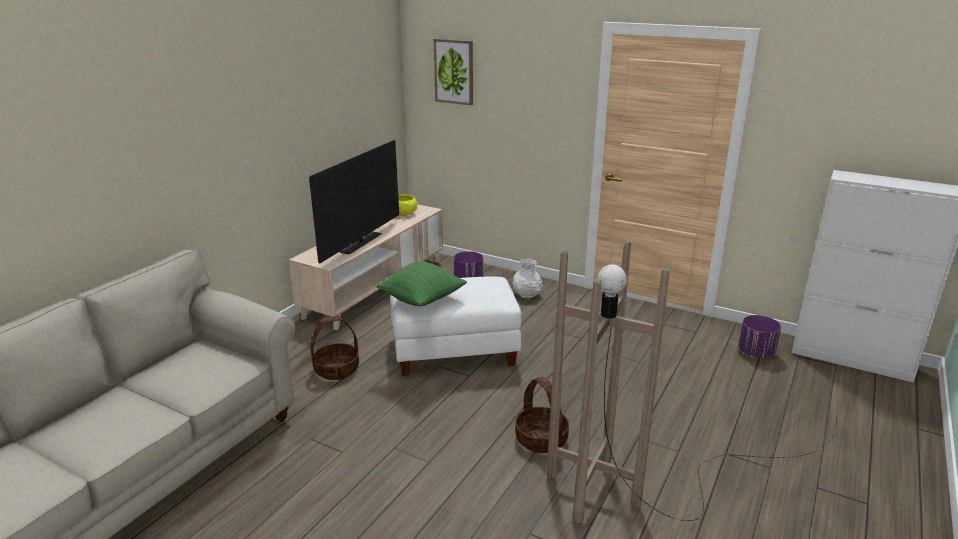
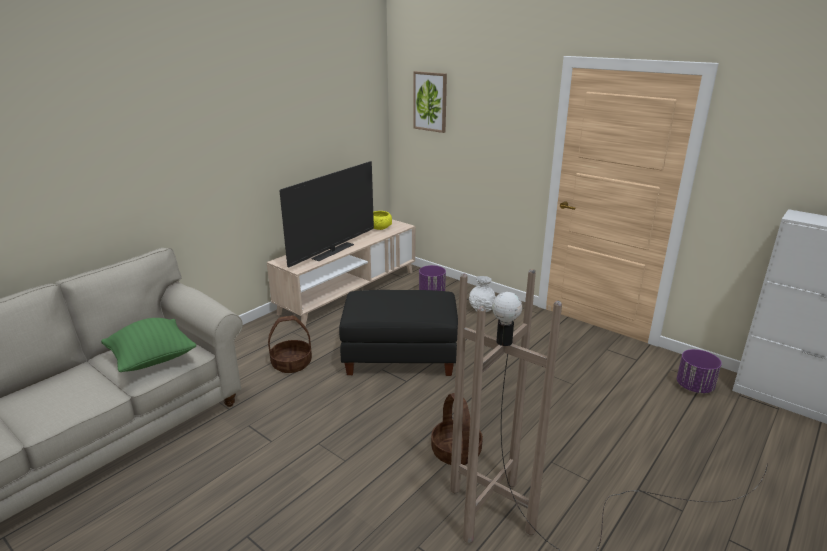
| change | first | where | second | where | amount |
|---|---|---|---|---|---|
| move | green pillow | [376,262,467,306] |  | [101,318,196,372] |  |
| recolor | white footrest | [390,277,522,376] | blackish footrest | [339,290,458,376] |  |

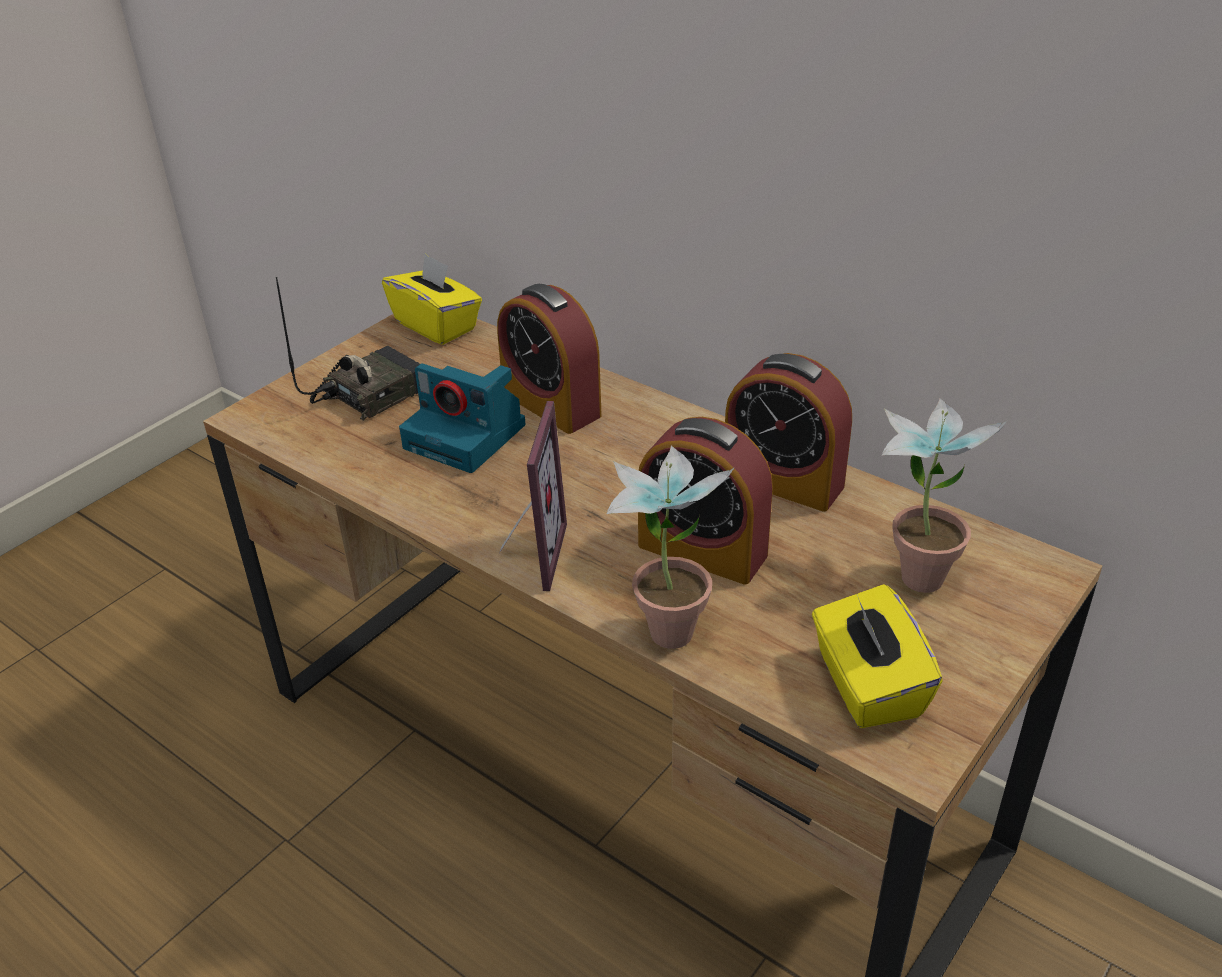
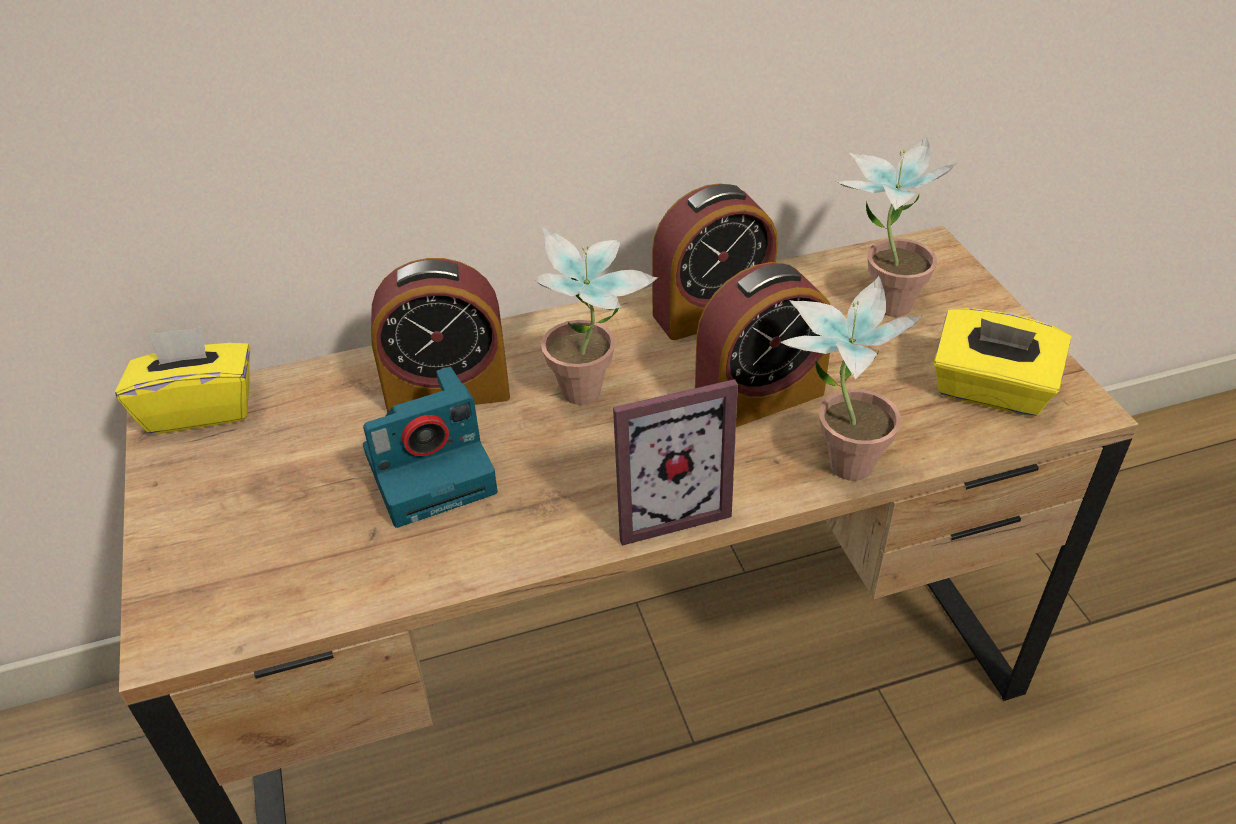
| change | first | where | second | where | amount |
|---|---|---|---|---|---|
| delete | radio set | [276,277,420,421] |  |  |  |
| rotate | picture frame | [500,401,567,591] |  | [613,379,738,546] | 120 degrees clockwise |
| insert |  |  | houseplant | [535,227,658,405] |  |

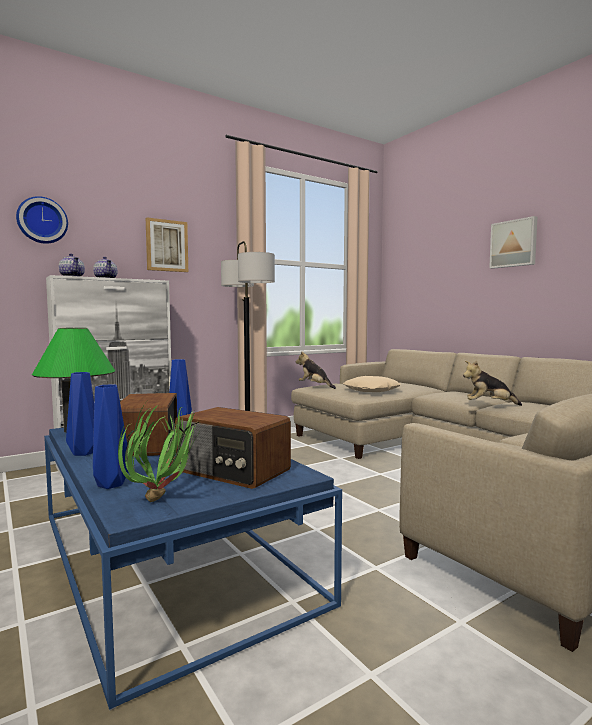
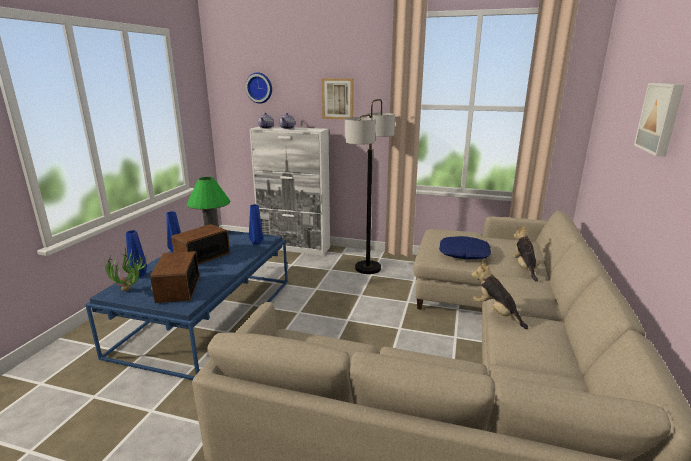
| change | first | where | second | where | amount |
|---|---|---|---|---|---|
| move | cuddly toy | [296,352,336,389] |  | [512,226,541,282] |  |
| recolor | sand-coloured pillow | [343,376,401,392] | blue-coloured pillow | [439,236,491,259] |  |

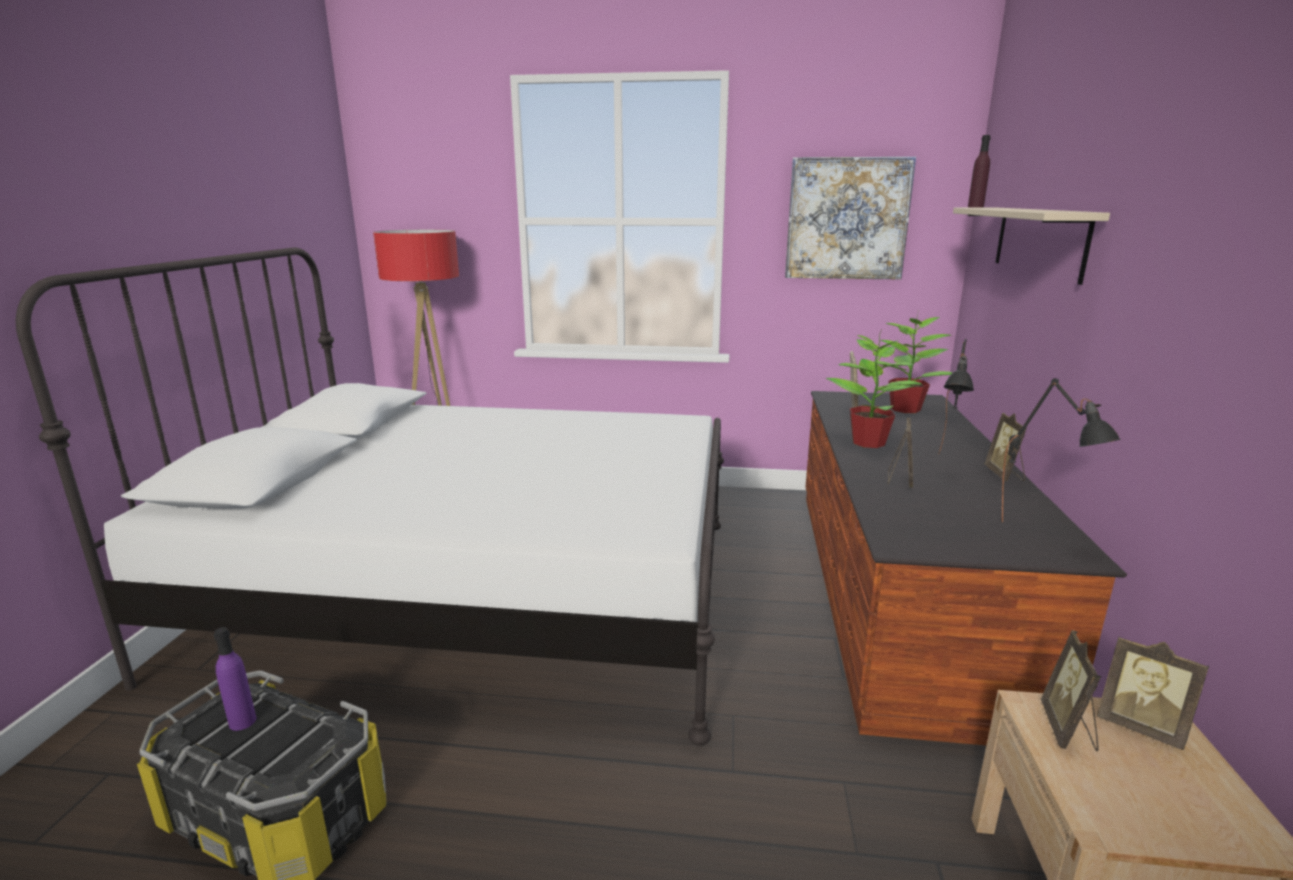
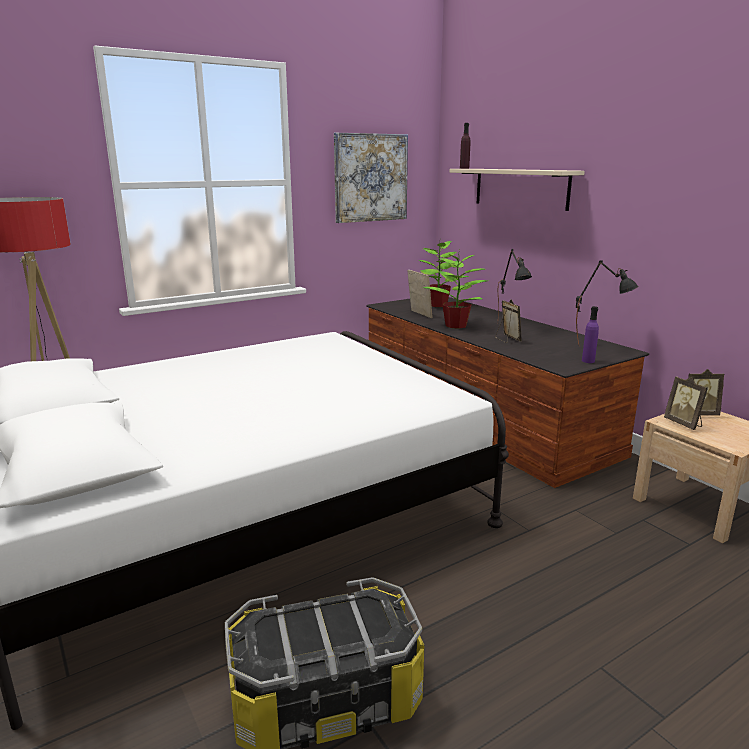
| change | first | where | second | where | amount |
|---|---|---|---|---|---|
| move | purple-coloured drink bottle | [214,627,256,731] |  | [582,306,599,363] |  |
| delete | picture frame | [985,413,1027,481] |  |  |  |

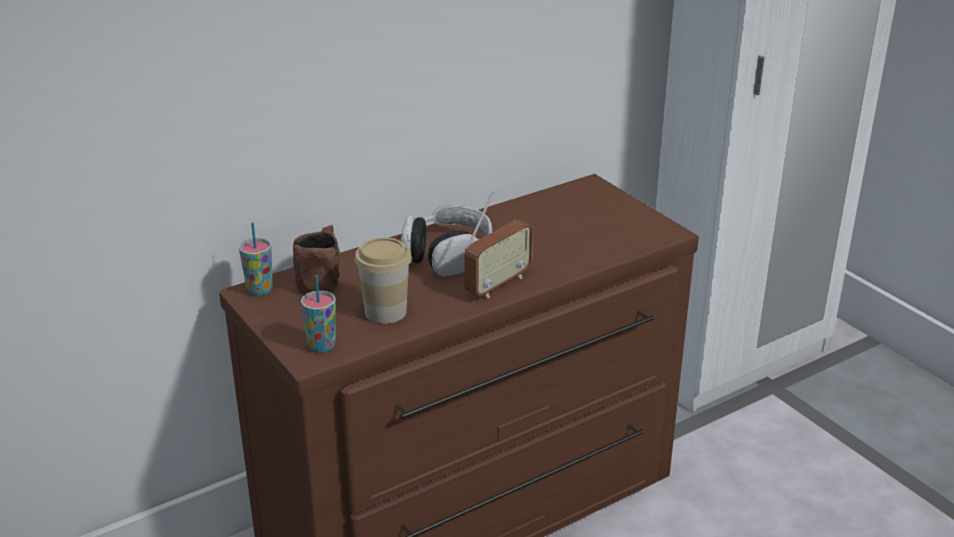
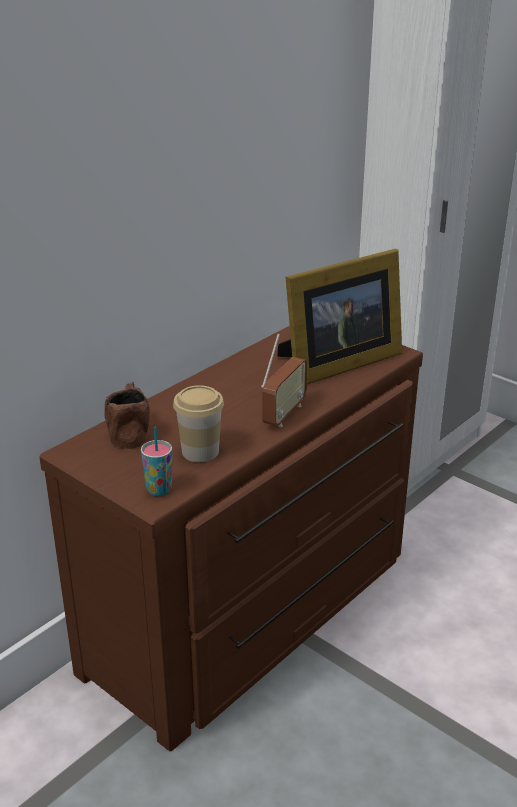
| change | first | where | second | where | amount |
|---|---|---|---|---|---|
| delete | cup | [239,222,273,296] |  |  |  |
| delete | headset | [401,205,492,276] |  |  |  |
| insert |  |  | picture frame | [277,249,402,384] |  |

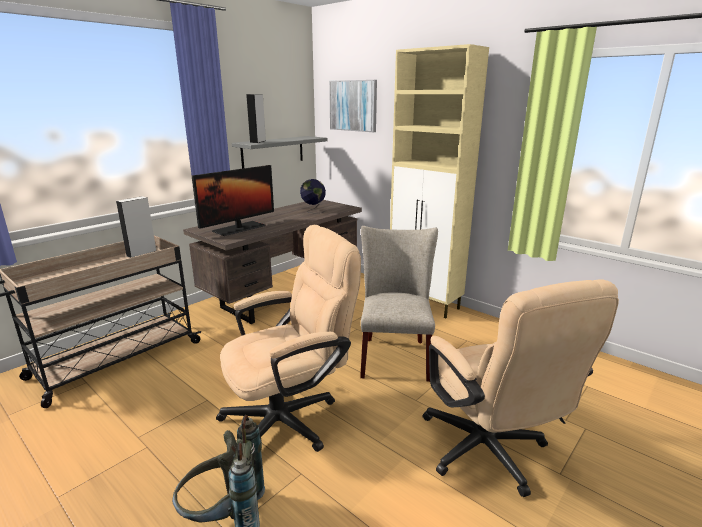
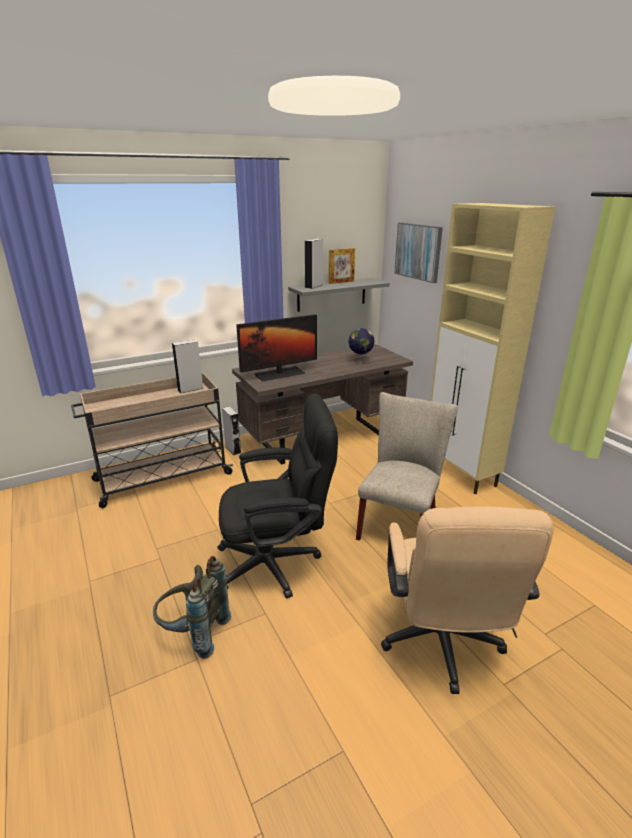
| change | first | where | second | where | amount |
|---|---|---|---|---|---|
| recolor | sand-coloured office chair | [216,225,361,452] | blackish office chair | [217,394,338,598] |  |
| insert |  |  | greyish audio speaker | [222,406,241,455] |  |
| insert |  |  | picture frame | [329,248,355,284] |  |

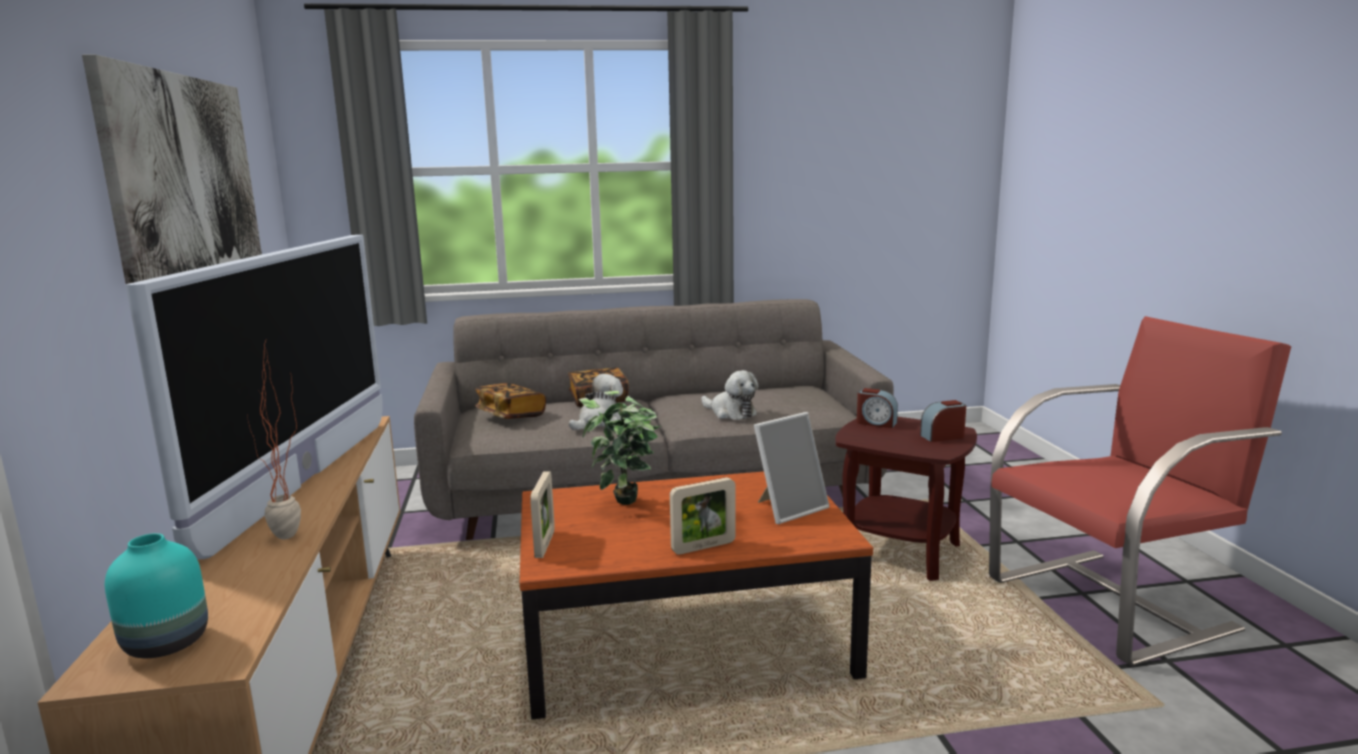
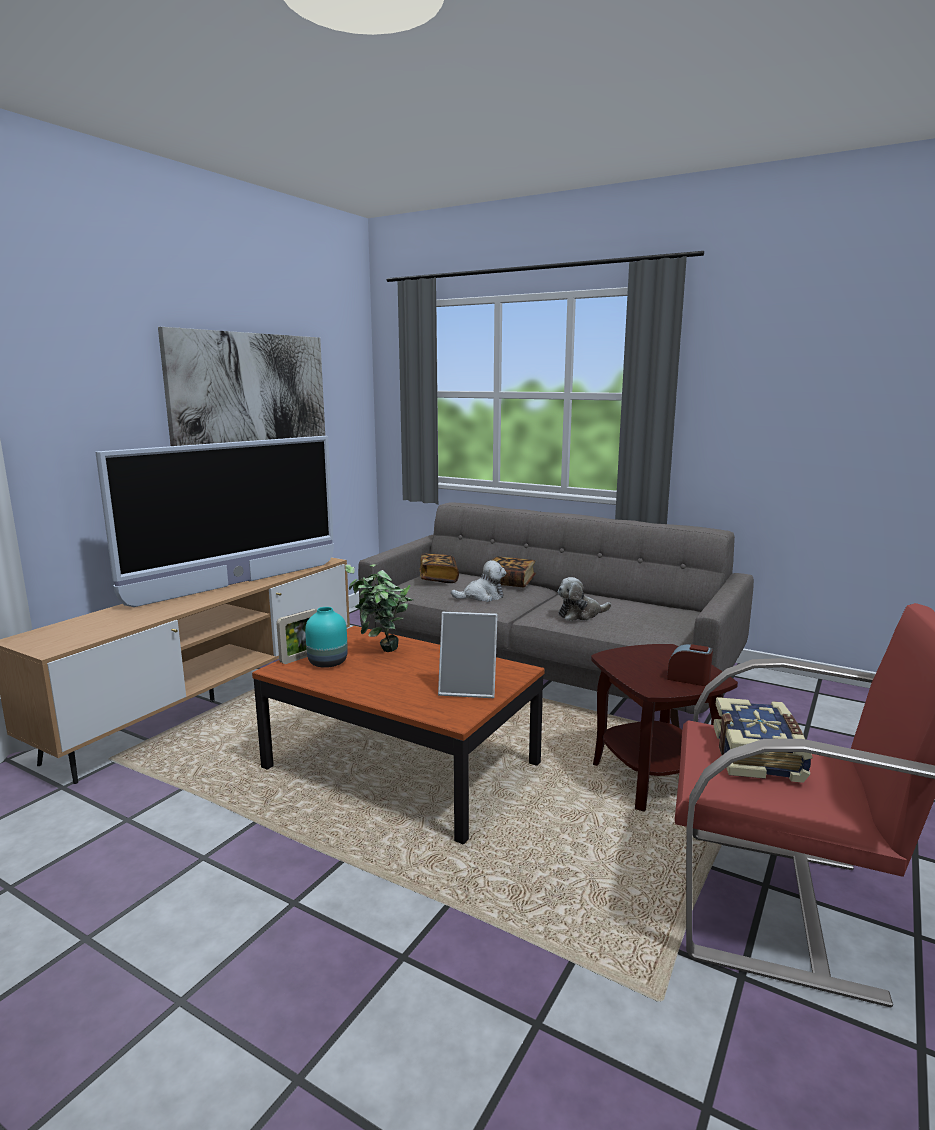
| change | first | where | second | where | amount |
|---|---|---|---|---|---|
| move | blue-green flower vase | [105,533,208,658] |  | [305,607,348,668] |  |
| delete | houseplant | [247,341,301,539] |  |  |  |
| delete | picture frame | [670,477,736,555] |  |  |  |
| rotate | cuddly toy | [701,370,759,420] |  | [557,577,611,621] | 75 degrees clockwise |
| delete | alarm clock | [857,388,898,428] |  |  |  |
| insert |  |  | volume | [713,697,813,783] |  |

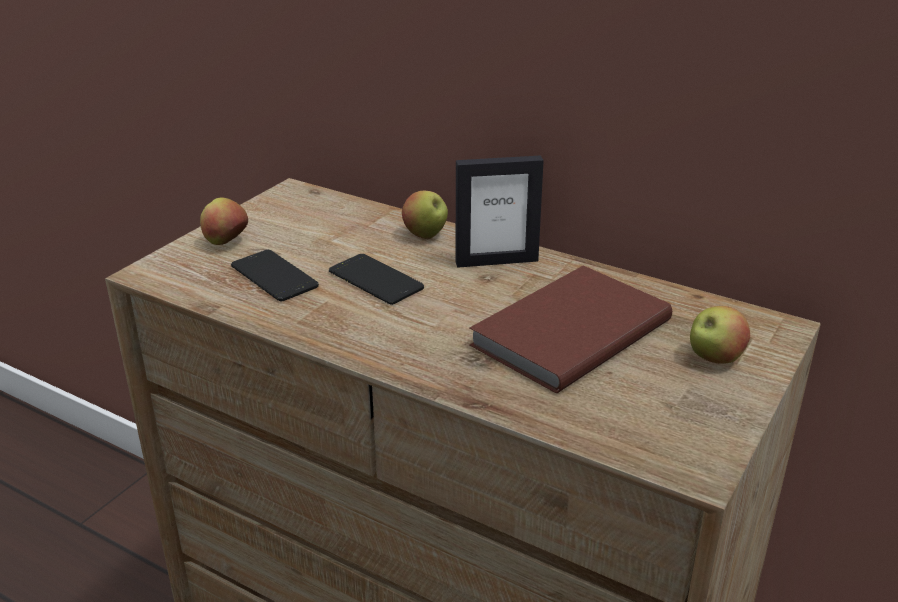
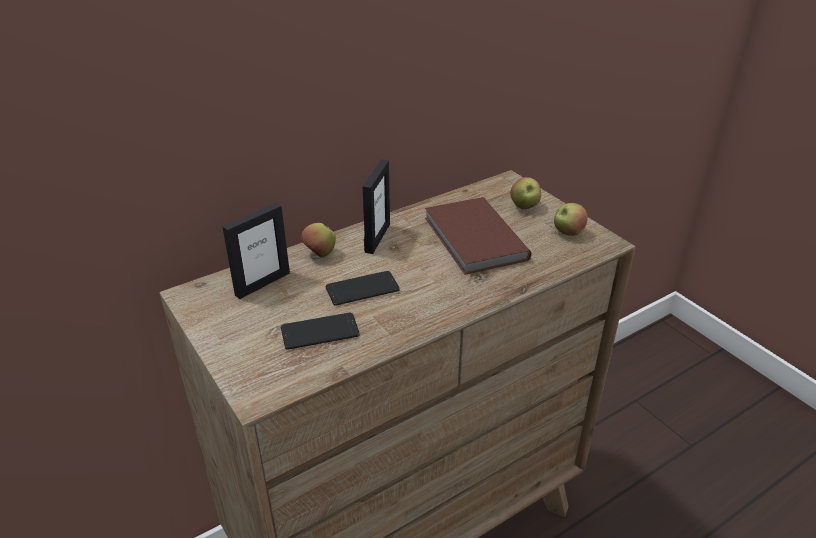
| change | first | where | second | where | amount |
|---|---|---|---|---|---|
| move | apple | [200,198,248,245] |  | [554,203,588,236] |  |
| insert |  |  | picture frame | [222,203,290,299] |  |

